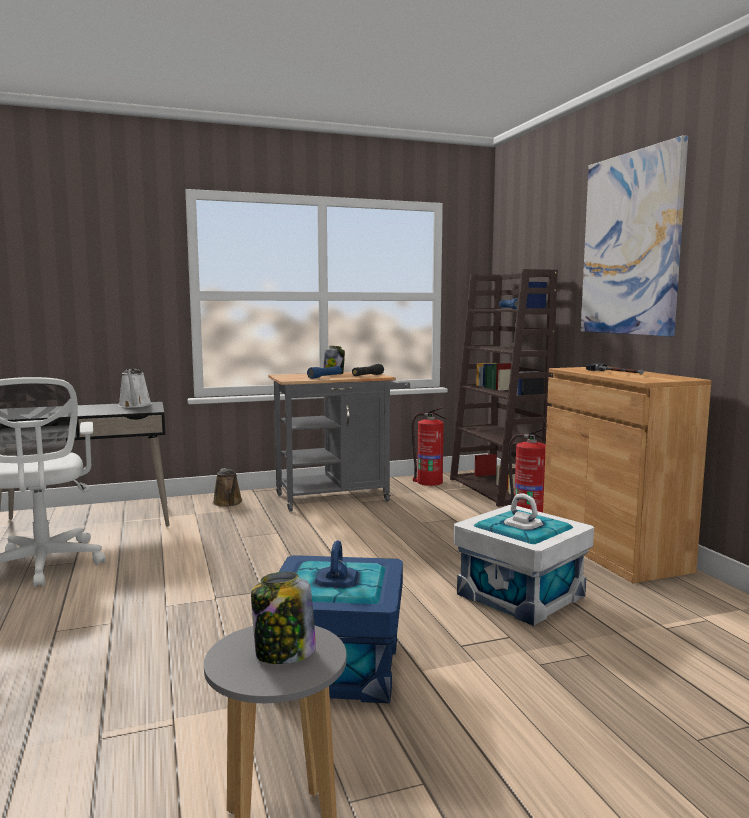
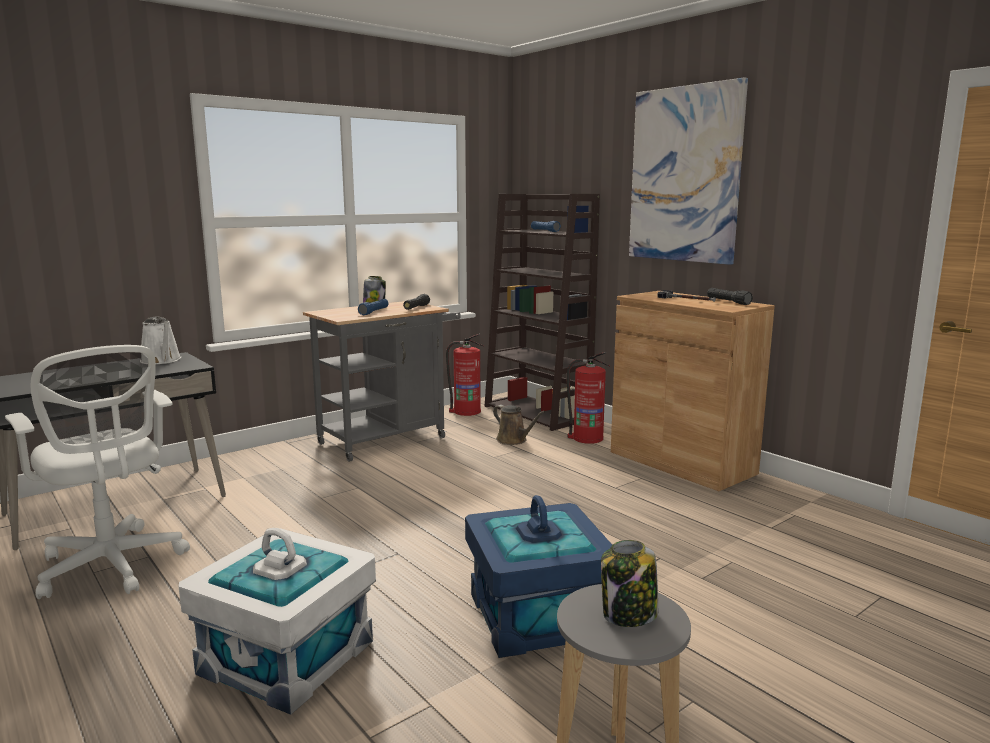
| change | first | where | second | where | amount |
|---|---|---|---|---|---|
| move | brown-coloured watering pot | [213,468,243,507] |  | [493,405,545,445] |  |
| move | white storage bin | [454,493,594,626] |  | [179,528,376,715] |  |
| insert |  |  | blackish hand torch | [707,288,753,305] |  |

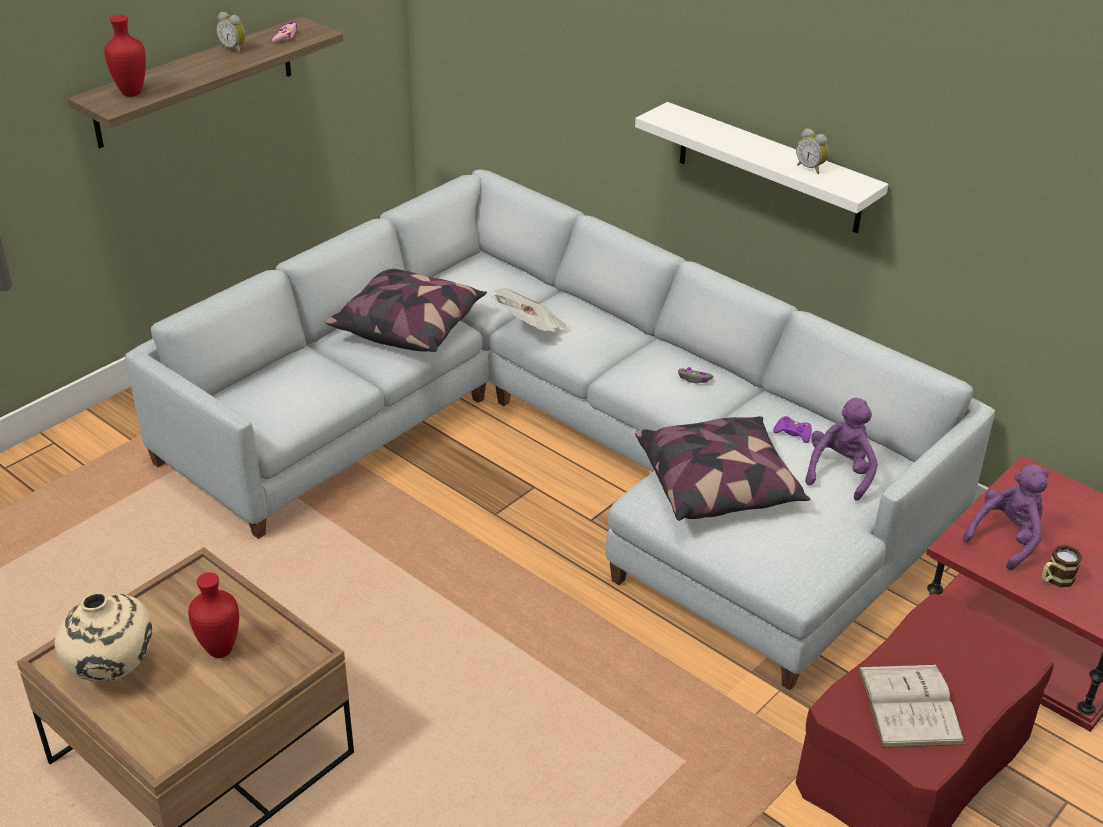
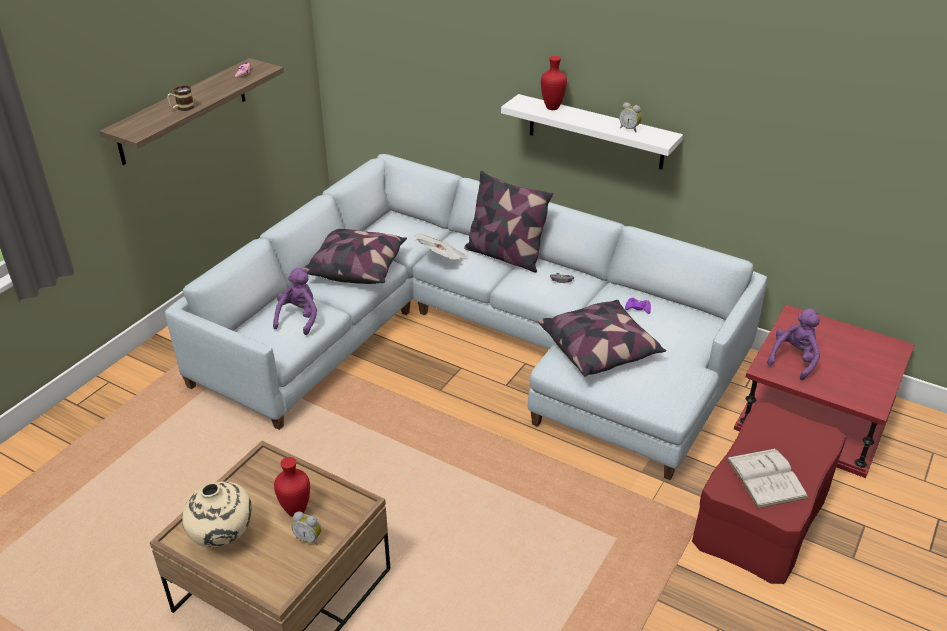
| change | first | where | second | where | amount |
|---|---|---|---|---|---|
| move | red-coloured flower vase | [104,15,146,97] |  | [541,56,567,110] |  |
| move | alarm clock | [216,12,245,53] |  | [291,511,321,545] |  |
| move | purple-coloured cuddly toy | [805,398,878,501] |  | [273,268,317,335] |  |
| move | mug | [1041,545,1083,587] |  | [167,85,194,111] |  |
| insert |  |  | pillow | [464,171,553,272] |  |

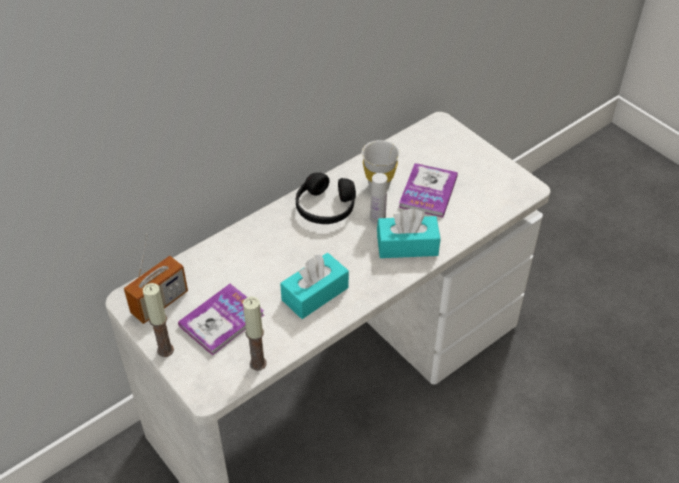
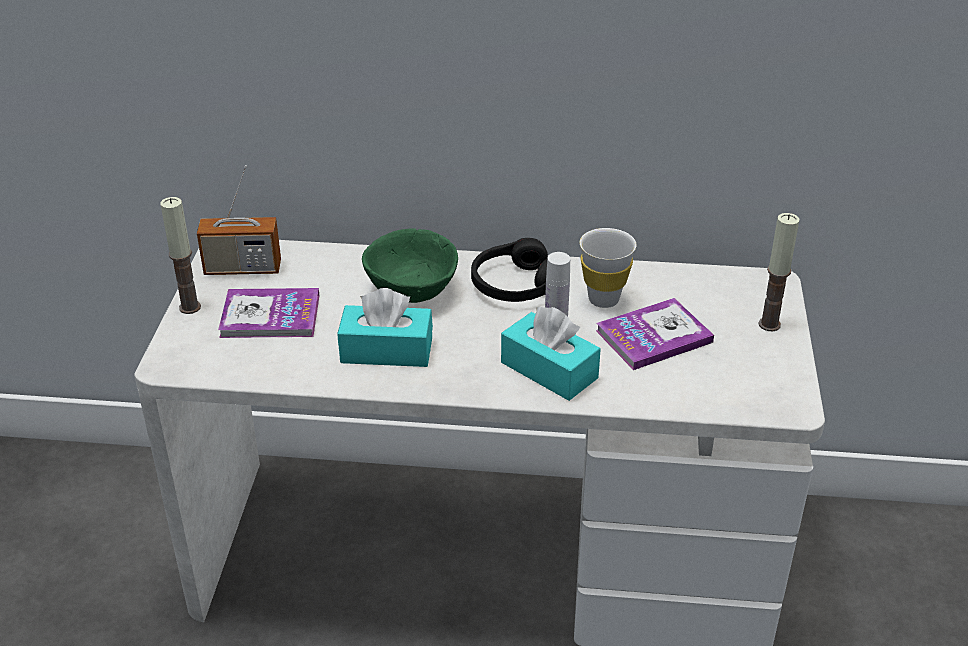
| change | first | where | second | where | amount |
|---|---|---|---|---|---|
| move | candle | [243,297,267,371] |  | [758,213,799,331] |  |
| insert |  |  | green bowl | [362,228,458,303] |  |

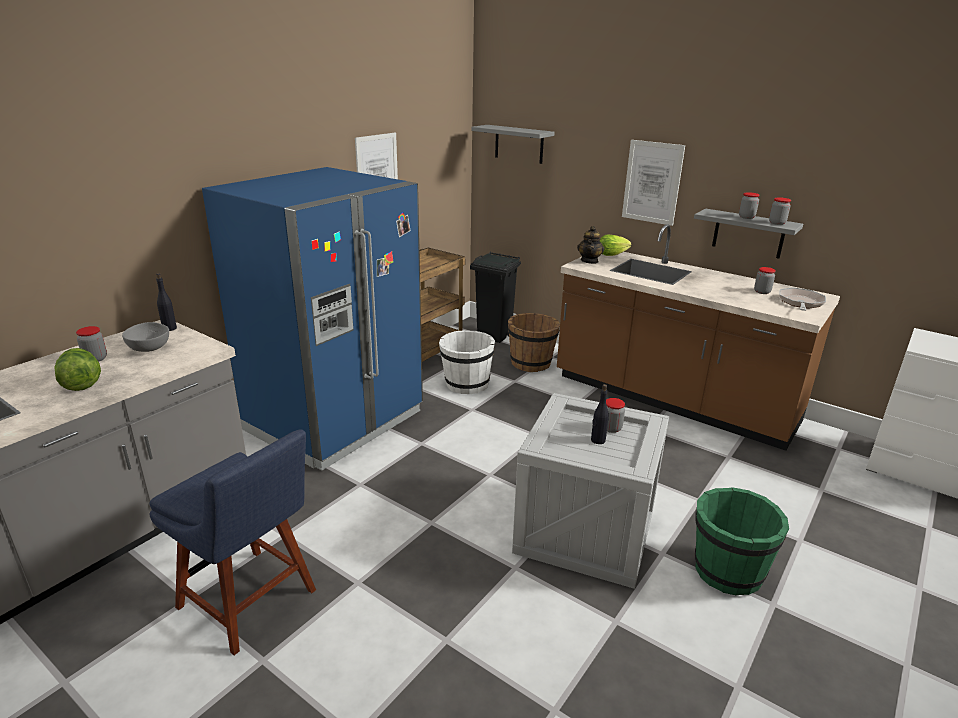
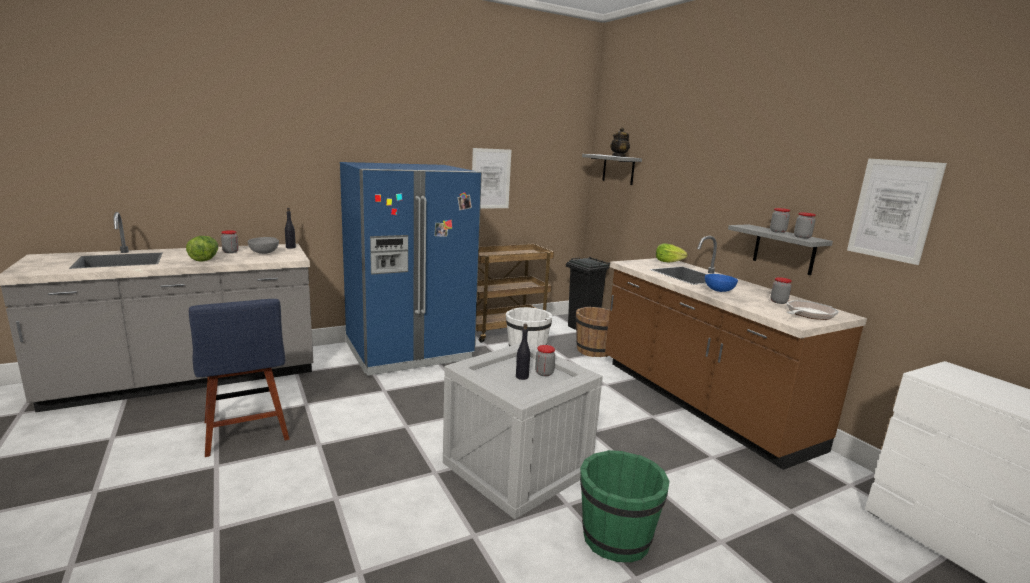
| change | first | where | second | where | amount |
|---|---|---|---|---|---|
| move | pot for tea | [577,226,604,264] |  | [610,127,630,157] |  |
| move | picture | [622,140,685,226] |  | [847,158,947,265] |  |
| insert |  |  | blue-coloured bowl | [705,274,738,292] |  |

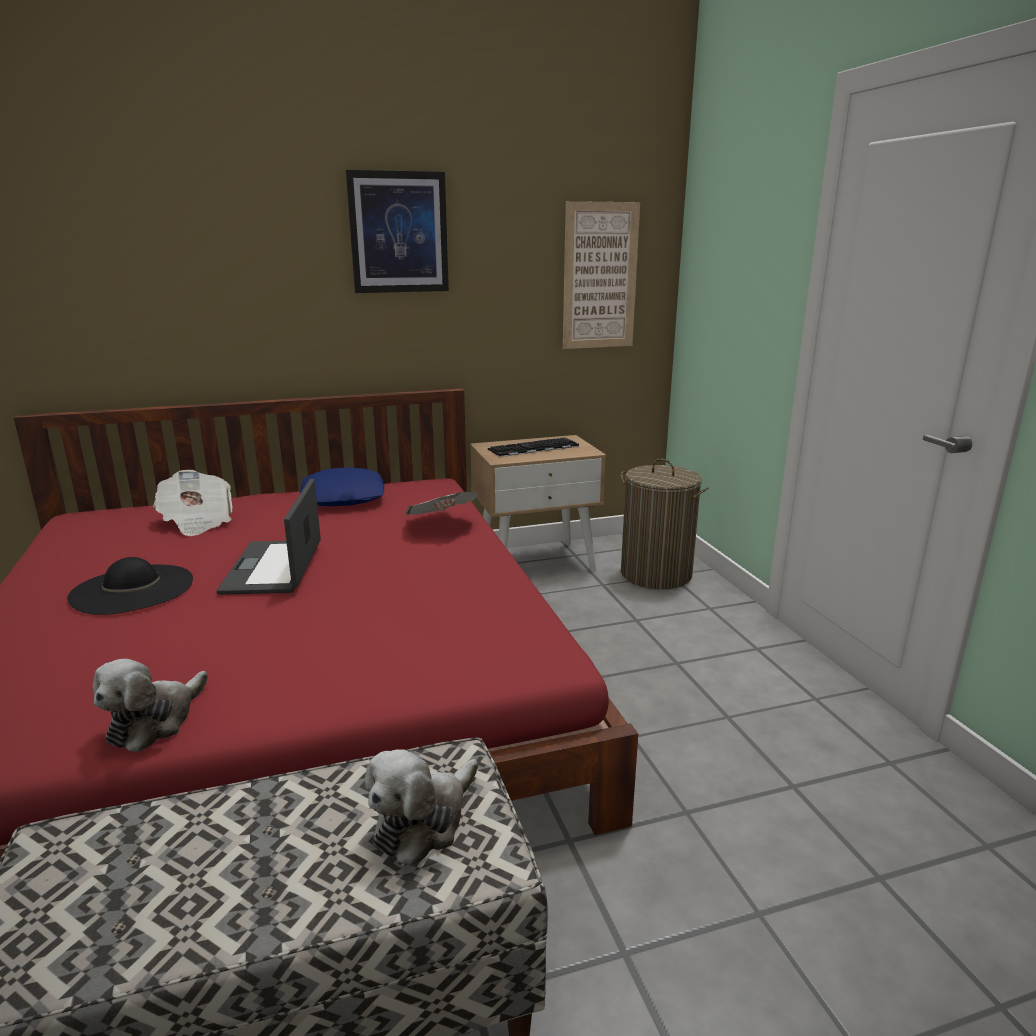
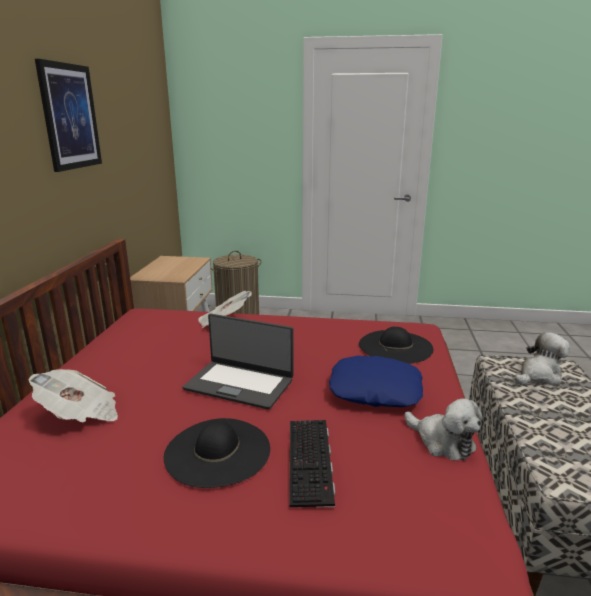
| change | first | where | second | where | amount |
|---|---|---|---|---|---|
| move | blue-coloured pillow | [300,467,385,506] |  | [329,356,423,407] |  |
| rotate | cuddly toy | [365,749,478,866] |  | [514,332,570,385] | 90 degrees counterclockwise |
| move | computer keyboard | [488,437,579,457] |  | [289,420,335,507] |  |
| delete | picture | [563,201,640,349] |  |  |  |
| insert |  |  | blackish wearable hat | [359,326,433,364] |  |

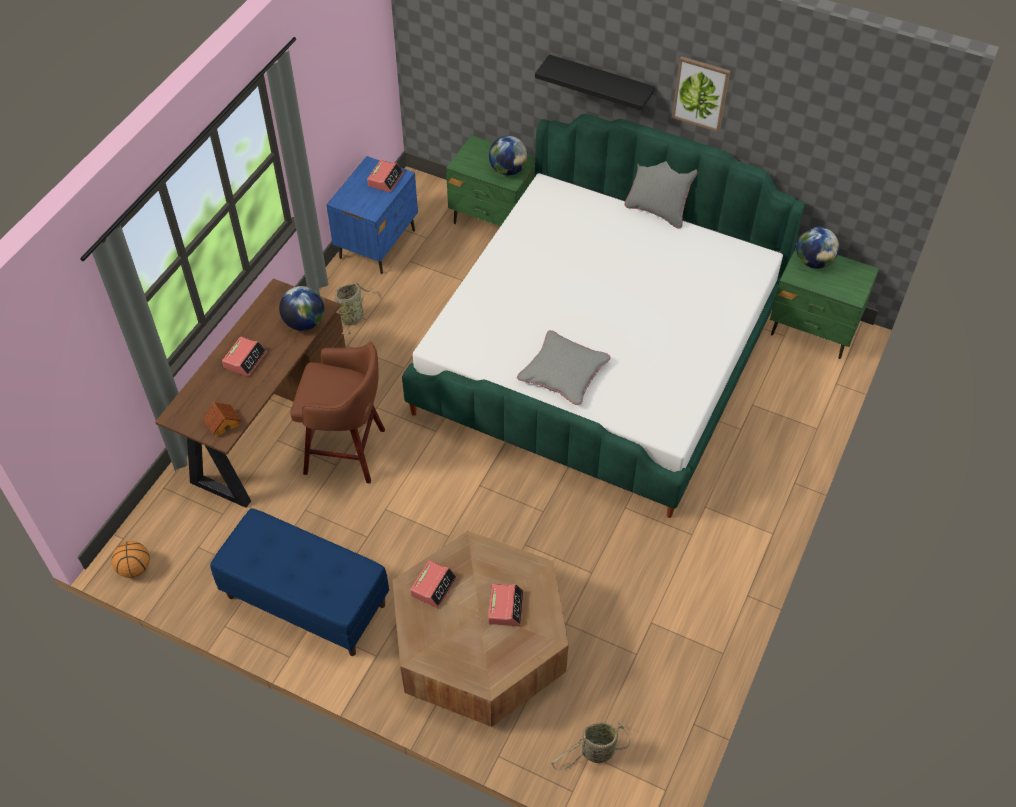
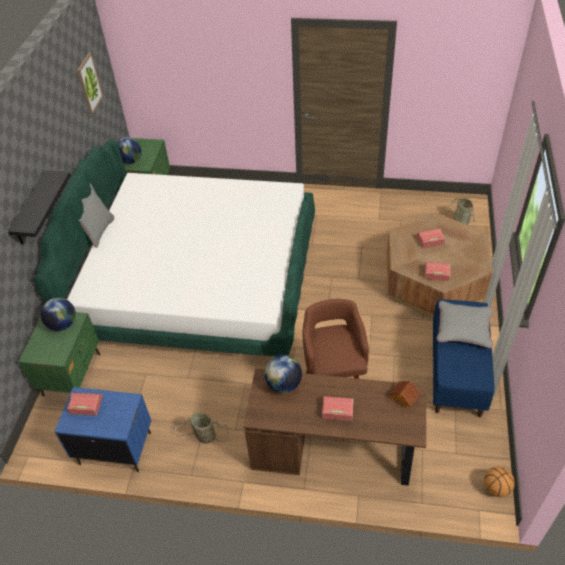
| change | first | where | second | where | amount |
|---|---|---|---|---|---|
| move | greyish pillow | [517,330,610,405] |  | [437,301,493,348] |  |
| move | picture | [672,56,730,132] |  | [77,52,103,115] |  |

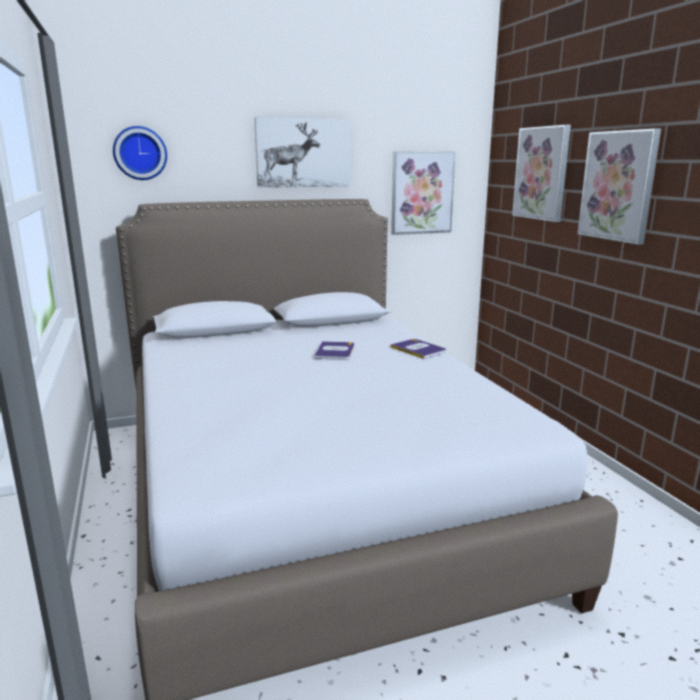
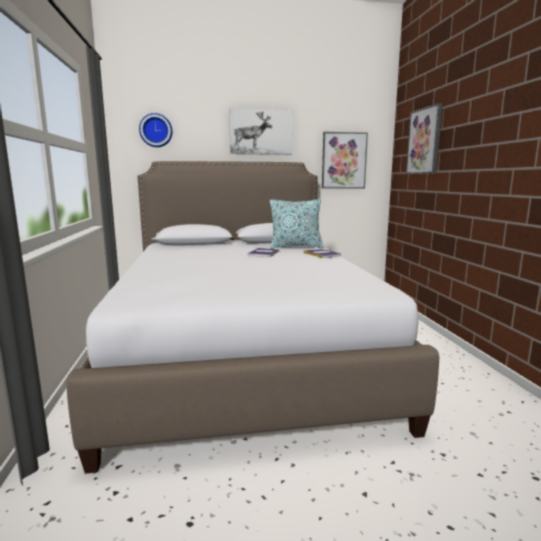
| change | first | where | second | where | amount |
|---|---|---|---|---|---|
| delete | picture | [578,128,661,245] |  |  |  |
| insert |  |  | pillow | [270,199,323,249] |  |

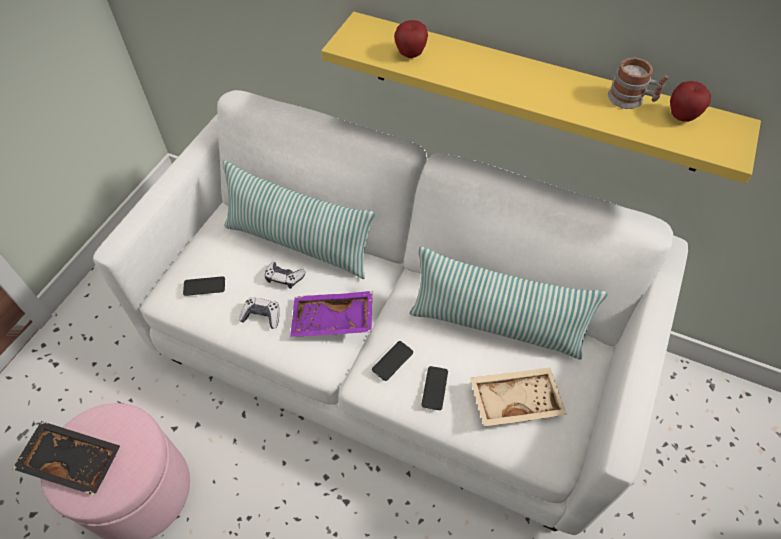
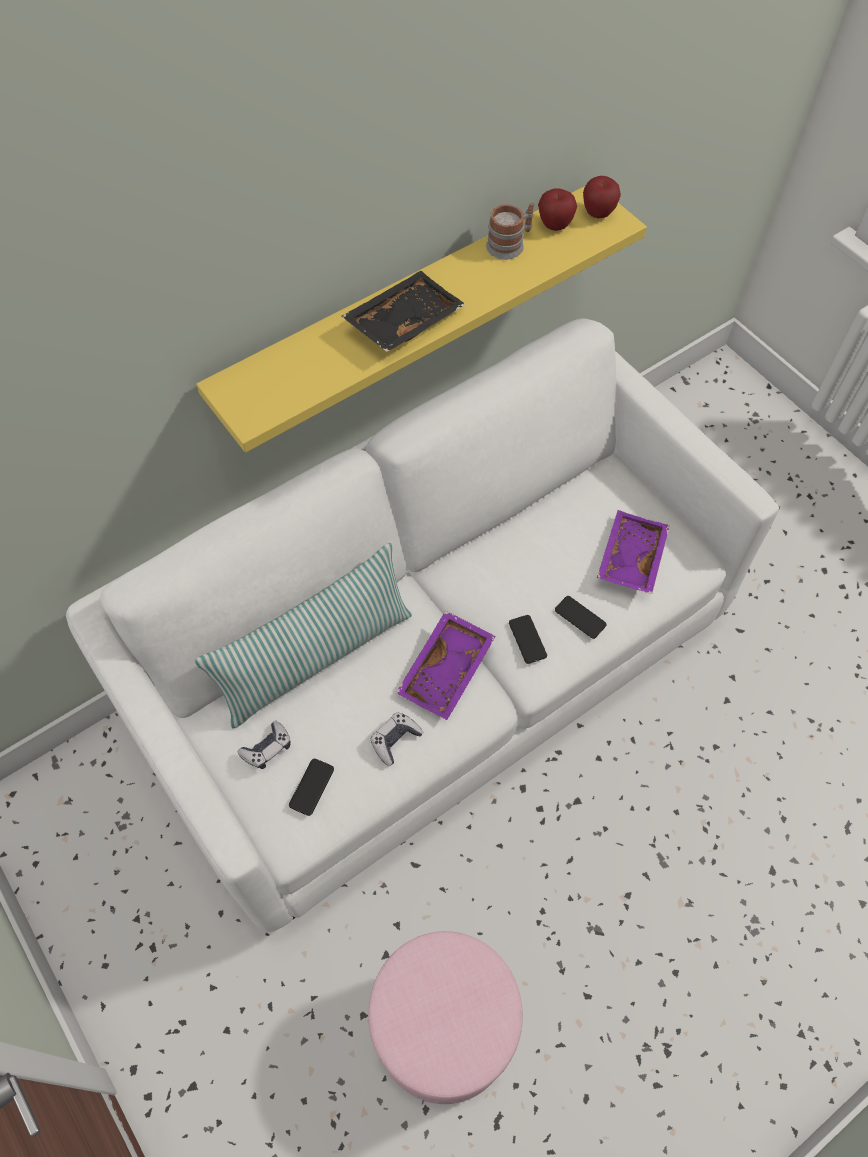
| change | first | where | second | where | amount |
|---|---|---|---|---|---|
| move | blackish serving tray | [12,421,120,496] |  | [342,271,466,352] |  |
| move | joypad | [265,262,305,289] |  | [238,721,291,769] |  |
| move | apple | [394,20,428,58] |  | [583,176,621,218] |  |
| delete | pillow | [410,247,608,360] |  |  |  |
| recolor | sand-coloured serving tray | [470,368,567,426] | purple-coloured serving tray | [597,510,670,594] |  |

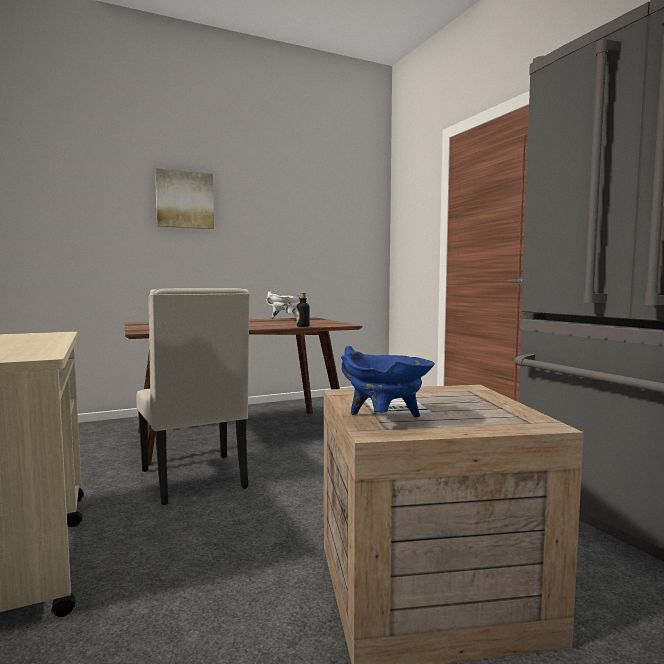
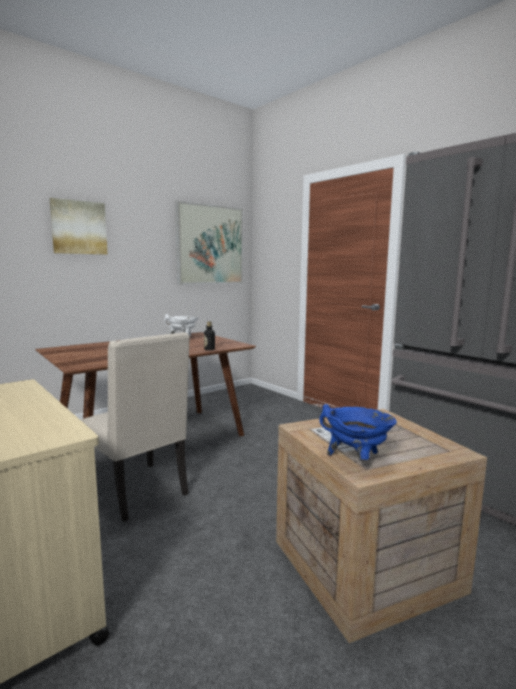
| change | first | where | second | where | amount |
|---|---|---|---|---|---|
| insert |  |  | picture | [175,201,243,285] |  |

